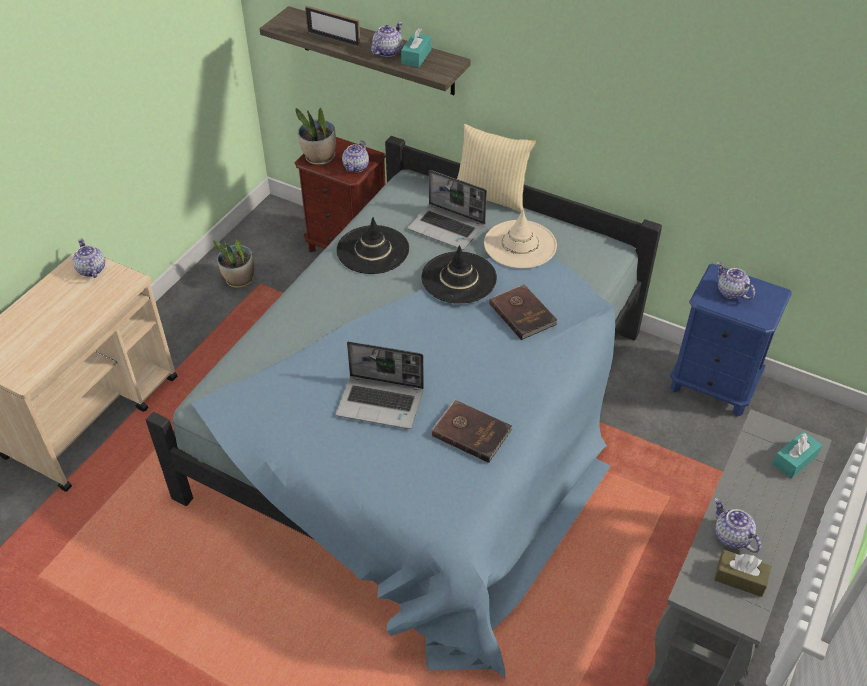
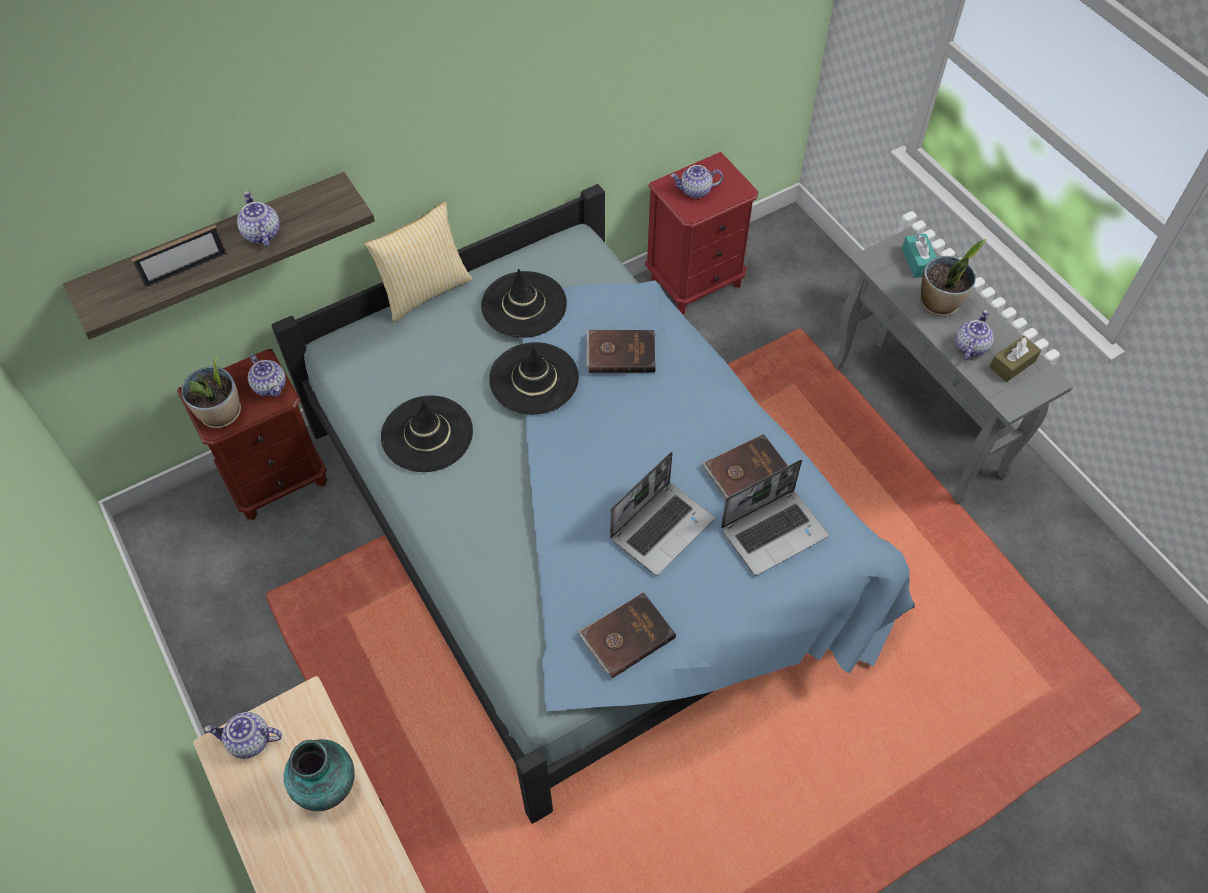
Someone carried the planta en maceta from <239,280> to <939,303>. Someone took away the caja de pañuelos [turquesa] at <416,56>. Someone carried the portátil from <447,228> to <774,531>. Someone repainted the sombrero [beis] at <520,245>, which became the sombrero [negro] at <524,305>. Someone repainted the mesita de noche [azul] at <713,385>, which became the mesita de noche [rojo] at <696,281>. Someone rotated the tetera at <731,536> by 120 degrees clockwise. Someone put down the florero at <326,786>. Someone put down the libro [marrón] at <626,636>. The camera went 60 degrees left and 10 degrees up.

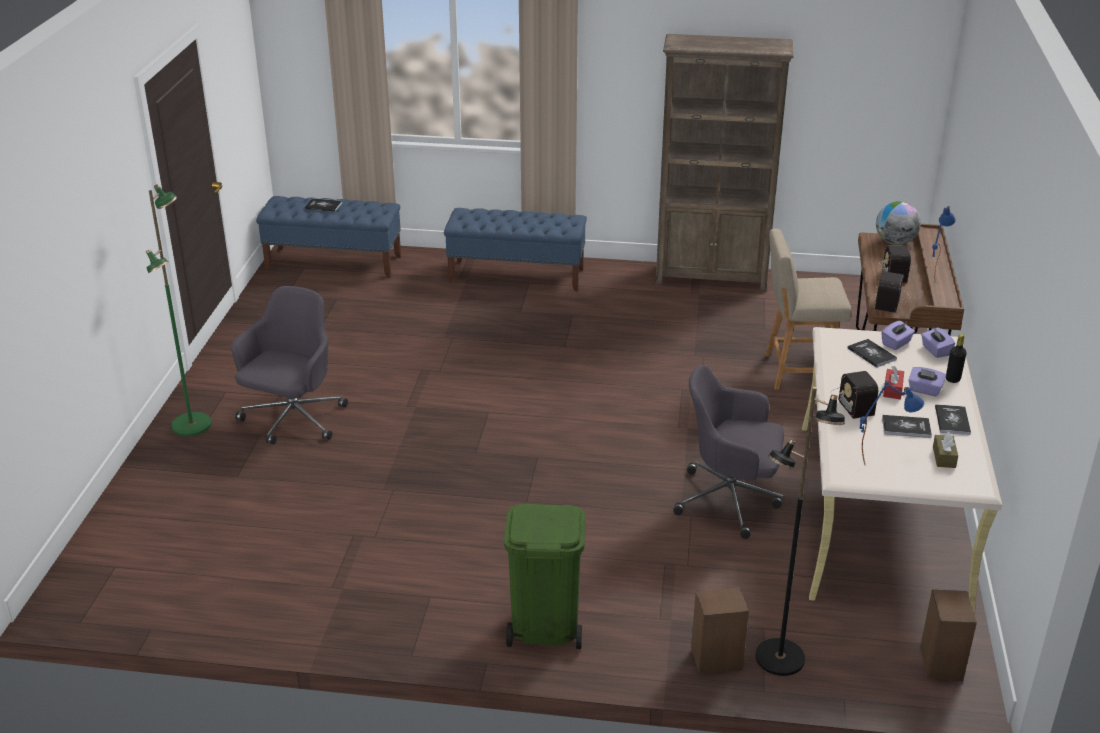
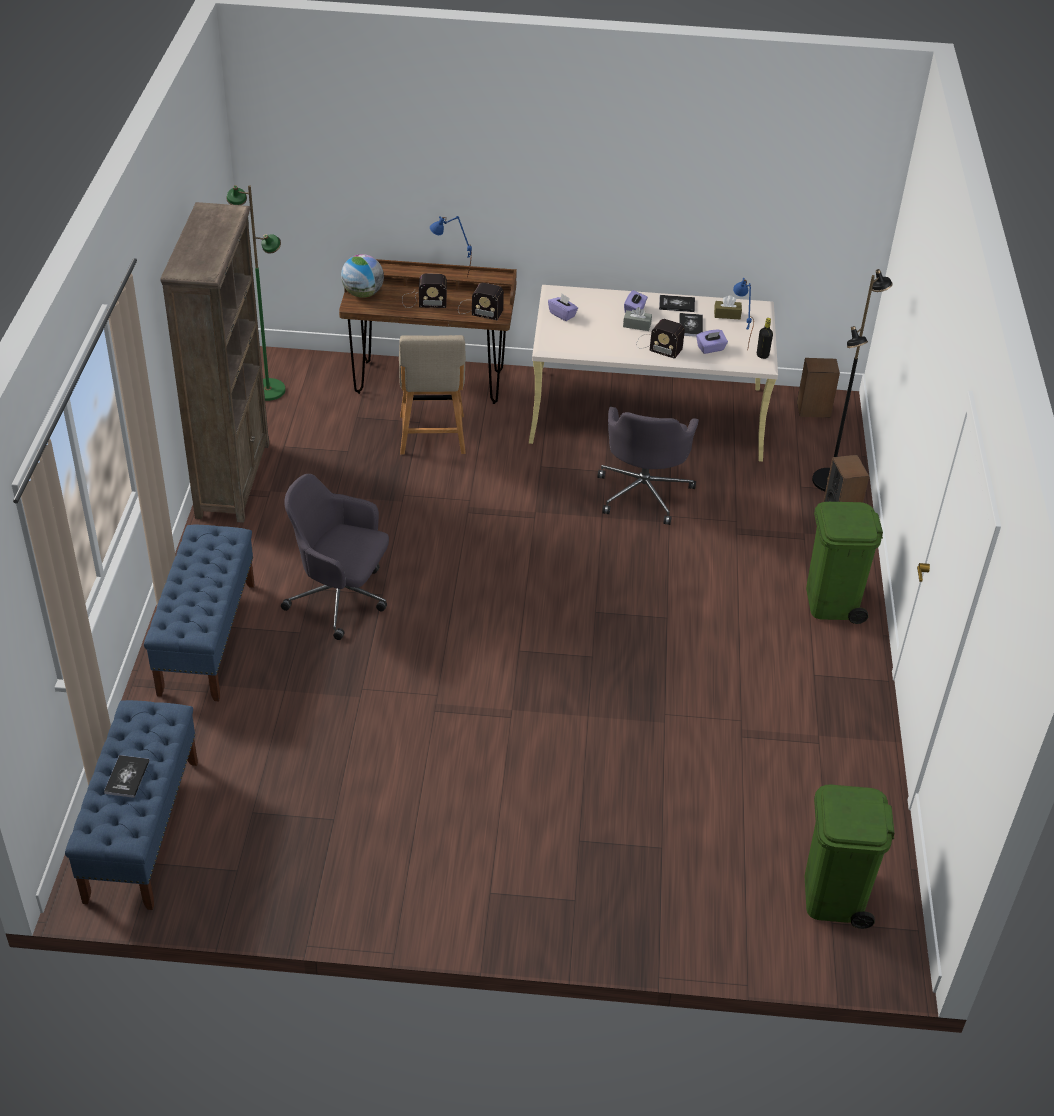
Someone carried the lámpara de pie [verde] from <192,425> to <268,390>. Someone carried the silla de oficina [gris] from <293,420> to <340,599>. Someone rotated the radio at <853,400> by 45 degrees clockwise. Someone took away the libro at <871,354>. Someone repainted the caja de pañuelos [rojo] at <892,389>, which became the caja de pañuelos [gris] at <637,325>. Someone carried the caja de pañuelos [morado] from <935,351> to <710,349>. Someone carried the botella [negro] from <953,379> to <762,355>. Someone put down the papelera [verde] at <833,897>. The camera went 95 degrees left and 10 degrees up.

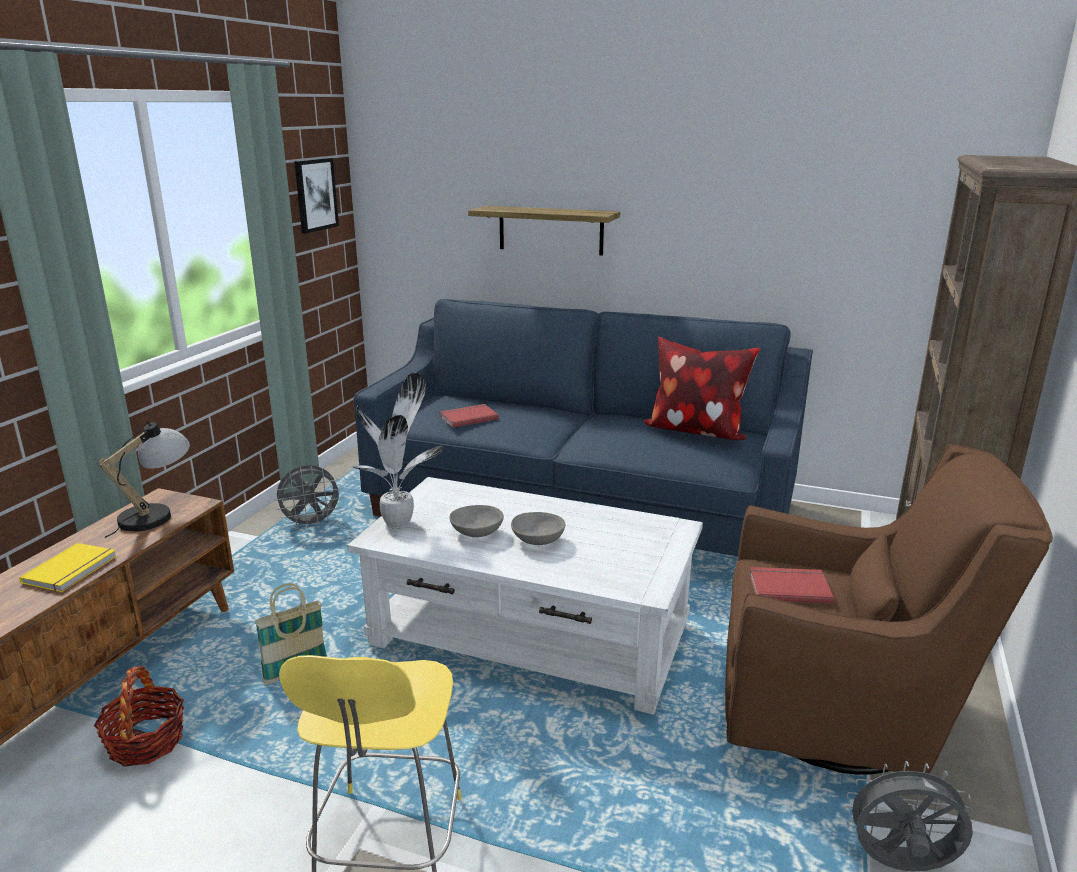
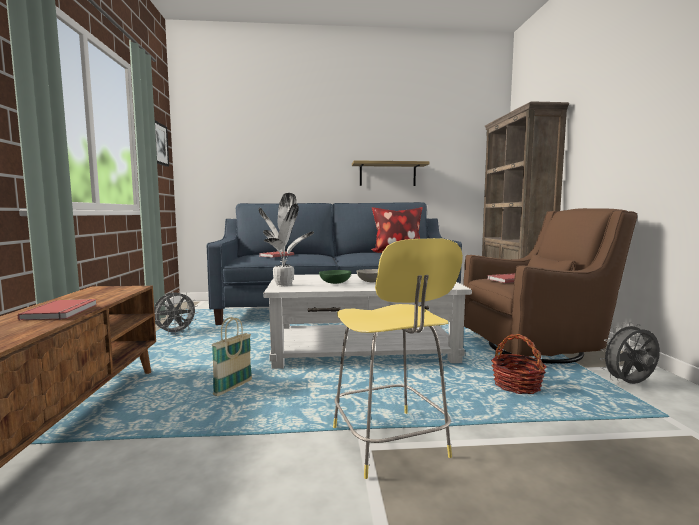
Someone repainted the libro [amarillo] at <72,570>, which became the libro [rojo] at <63,312>. Someone carried the cesta from <146,742> to <516,385>. Someone took away the lámpara de mesa at <157,514>. Someone repainted the cuenco [gris] at <476,533>, which became the cuenco [verde] at <335,283>. Someone carried the estante from <550,230> to <387,174>. The camera went 25 degrees left and 15 degrees down.

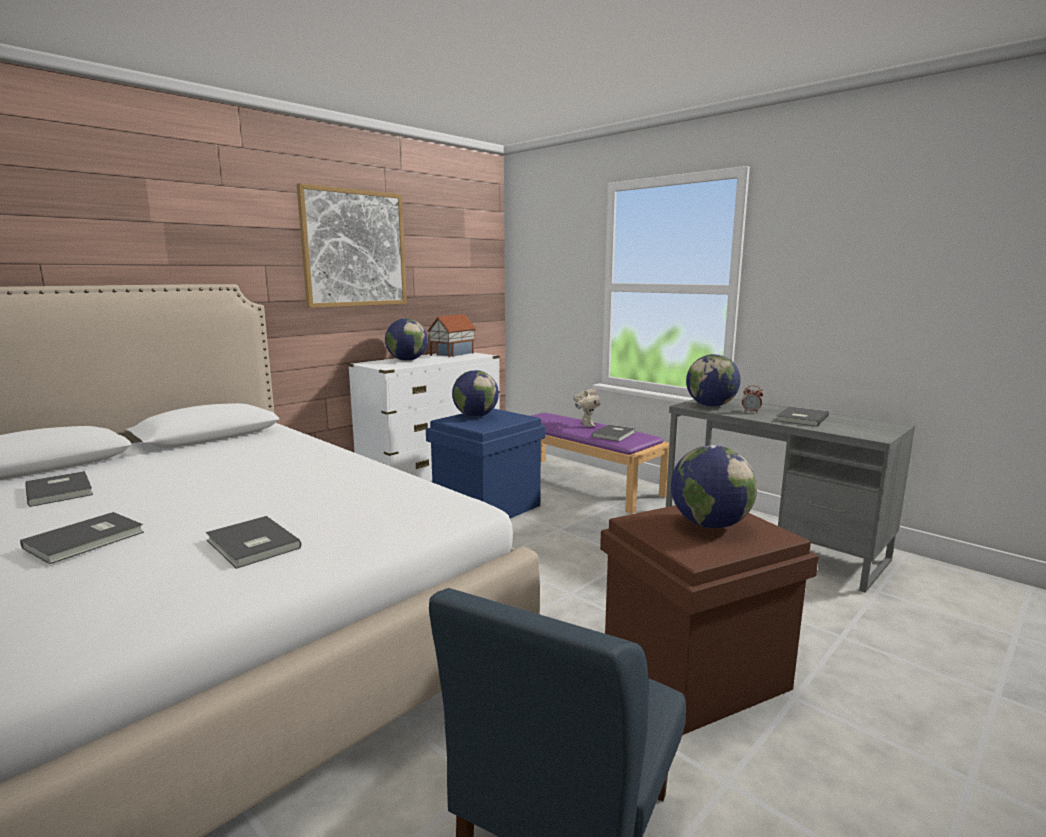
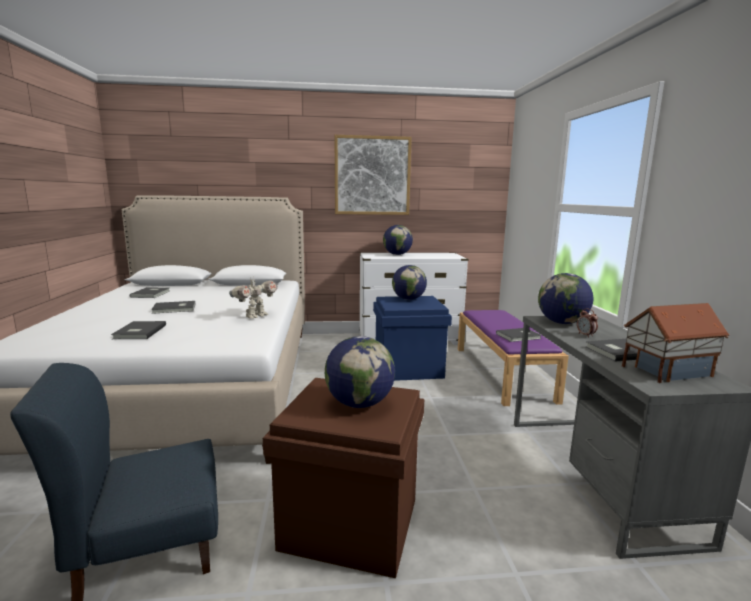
Someone carried the libro [gris] from <87,540> to <175,309>. Someone carried the casita from <451,354> to <665,371>. Someone carried the robot de juguete from <586,425> to <255,316>. The camera went 40 degrees right and 0 degrees up.

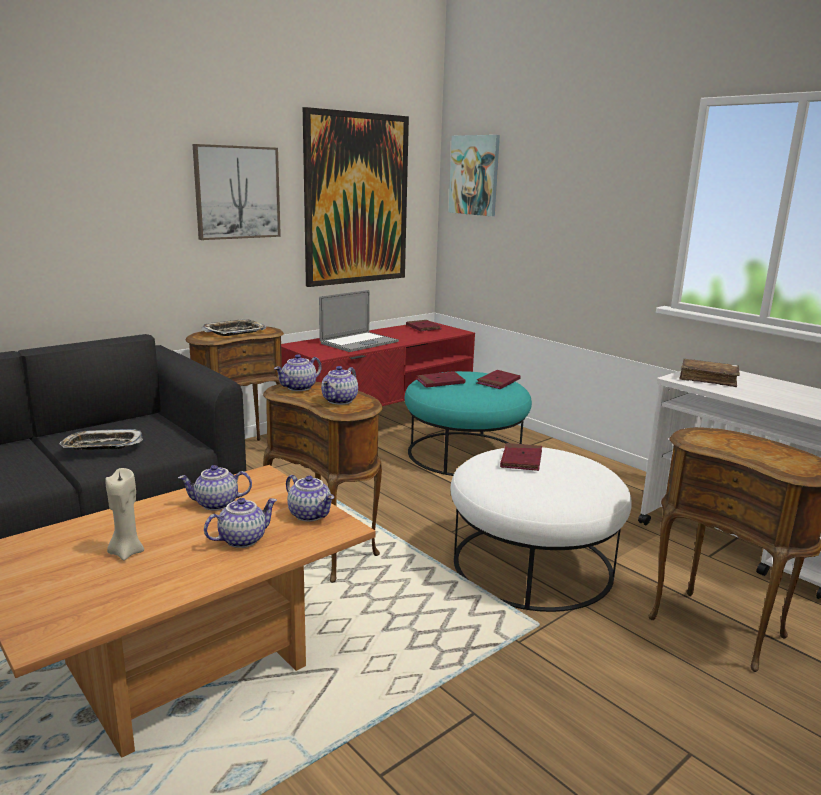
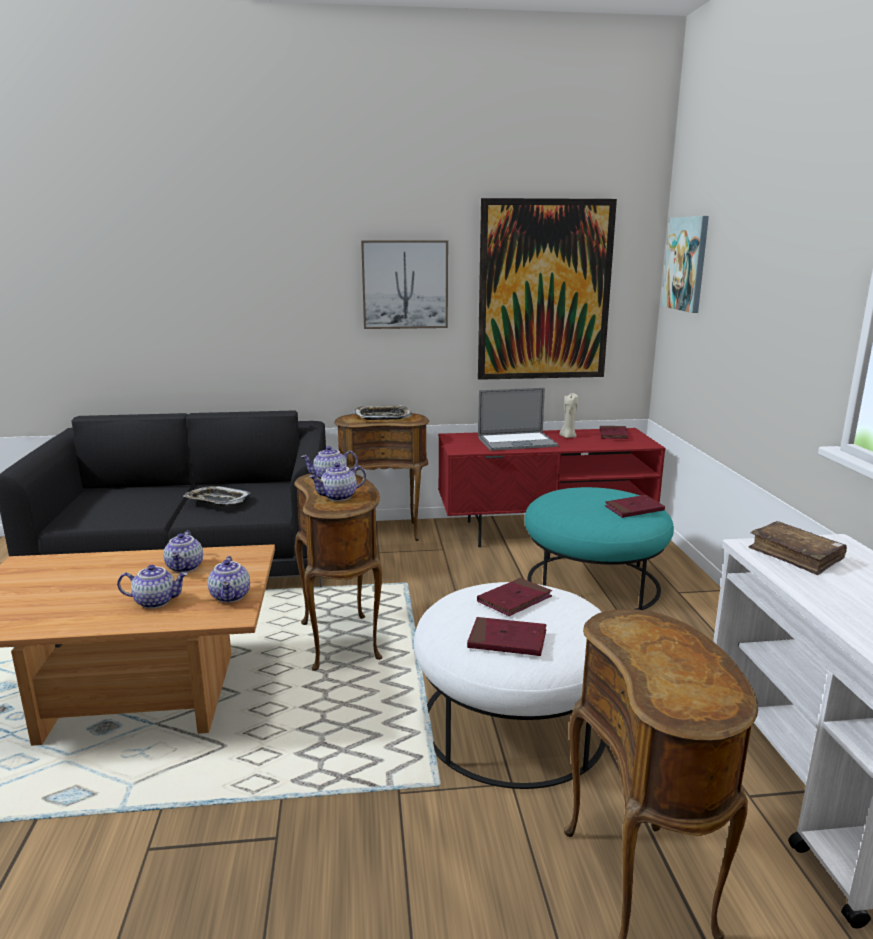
Someone carried the vela [beis] from <126,552> to <568,436>. Someone rotated the tetera at <216,504> by 120 degrees counterclockwise. Someone carried the libro [rojo] from <440,382> to <507,640>. The camera went 35 degrees right and 0 degrees up.

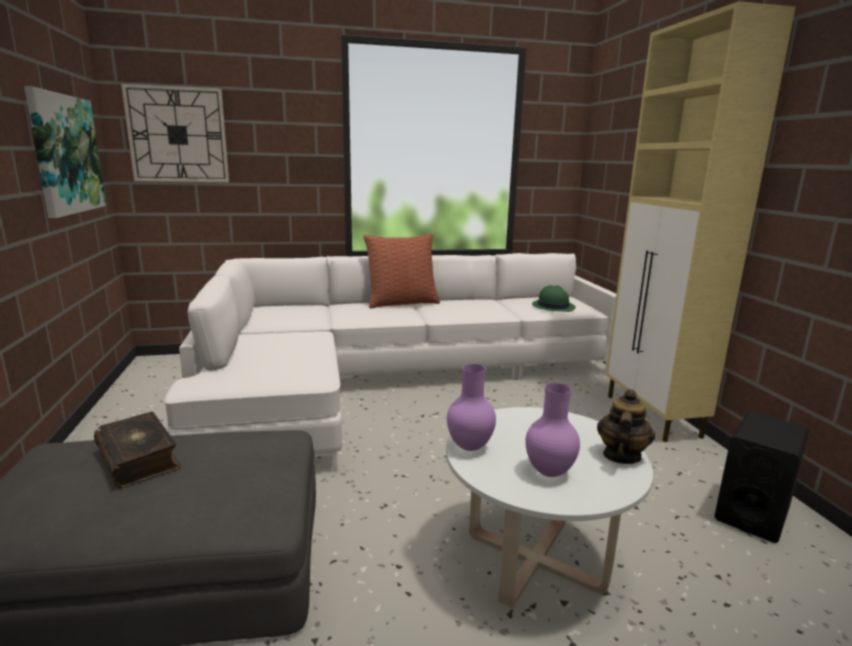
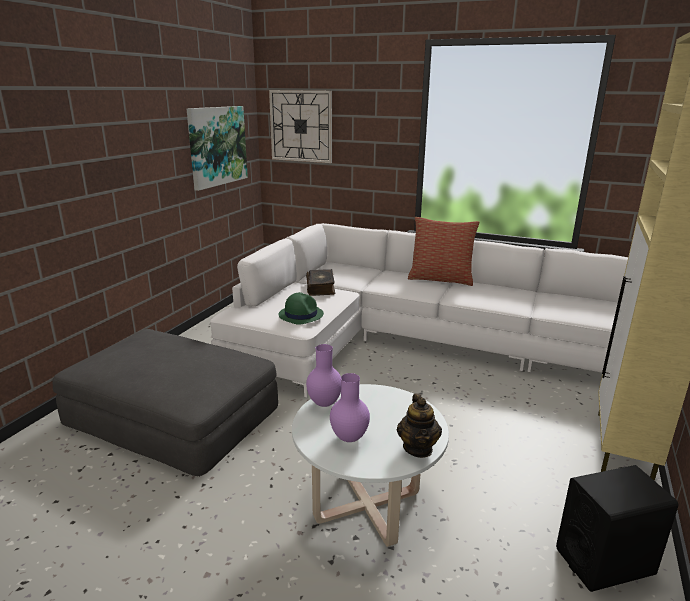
Someone carried the libro from <139,458> to <321,287>. Someone carried the sombrero [verde] from <553,306> to <301,315>. Someone rotated the tetera at <621,455> by 120 degrees clockwise. The camera went 35 degrees right and 5 degrees up.

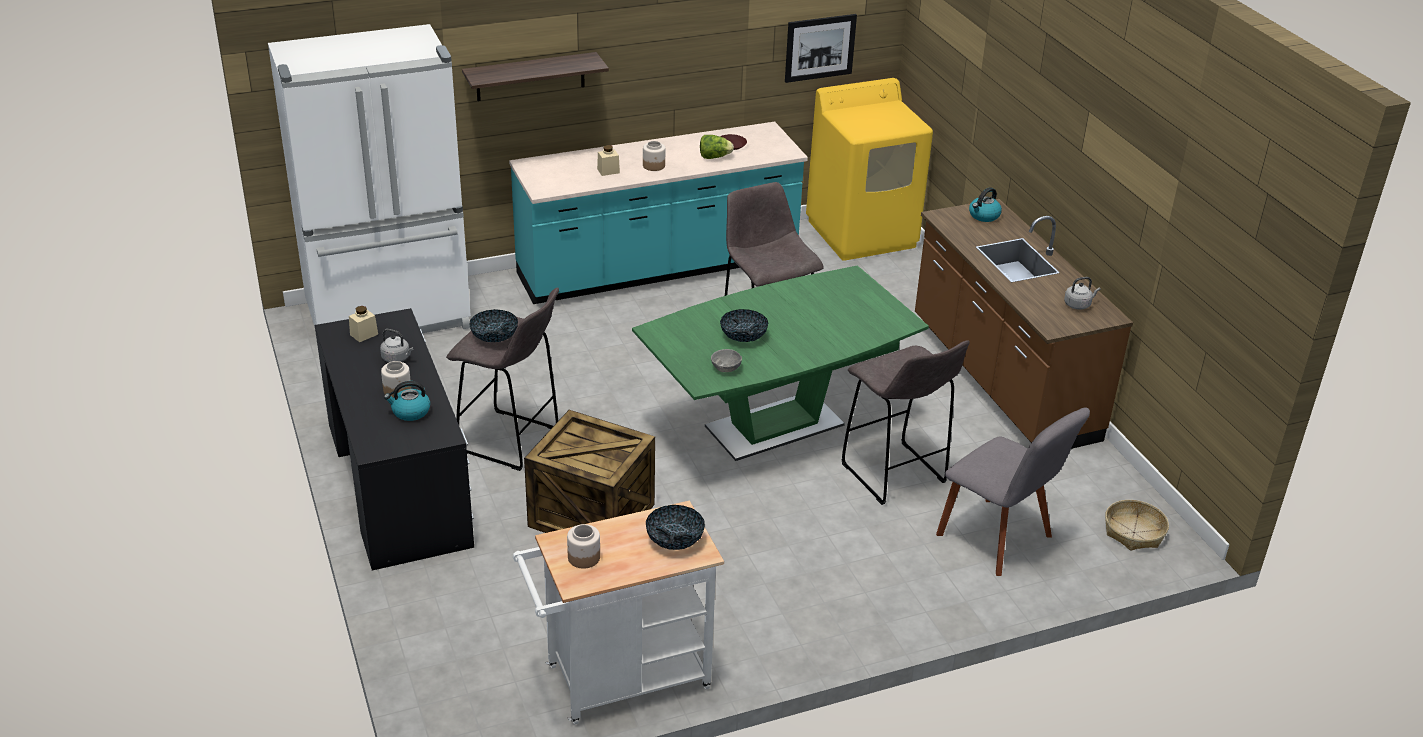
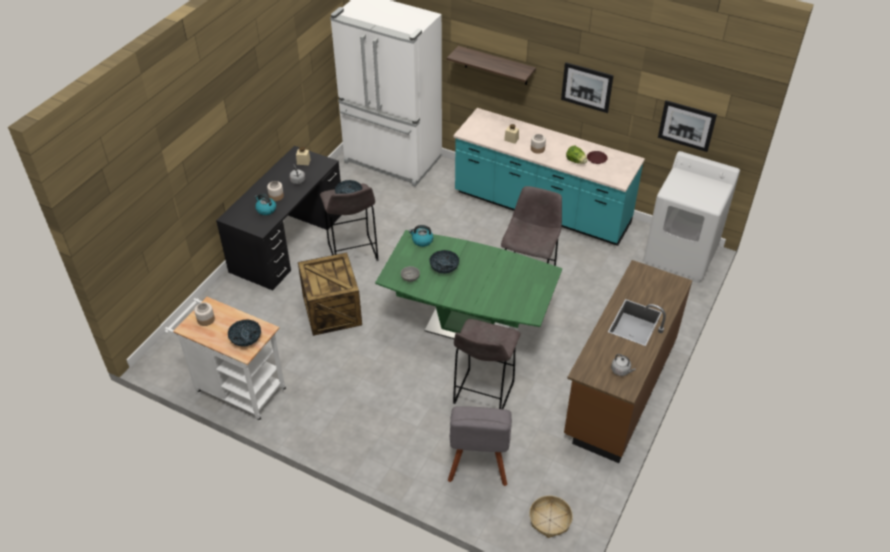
Someone repainted the lavadora [amarillo] at <862,233>, which became the lavadora [blanco] at <680,256>. Someone carried the hervidor from <984,216> to <422,241>. Someone put up the cuadro at <586,87>. The camera went 50 degrees right and 10 degrees up.

